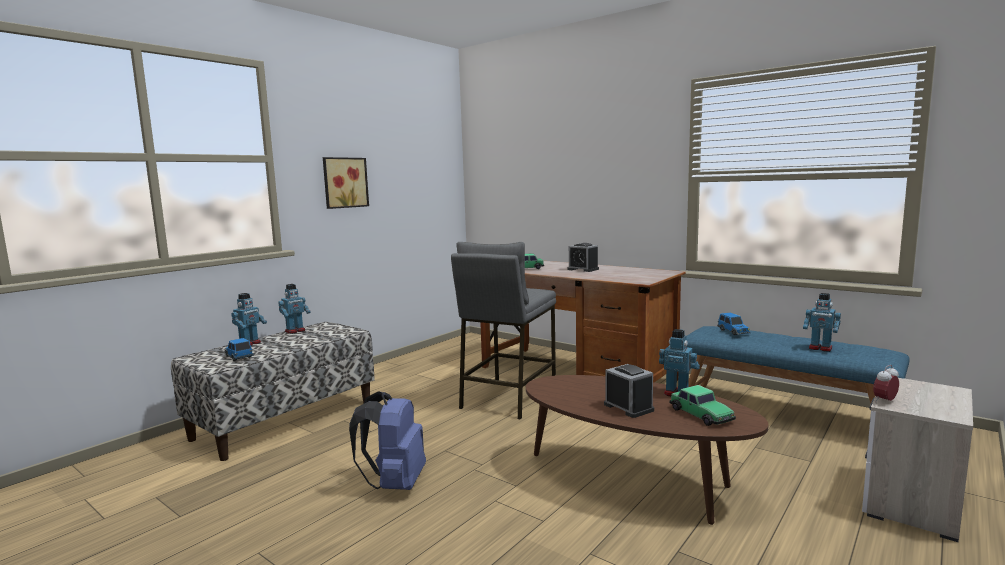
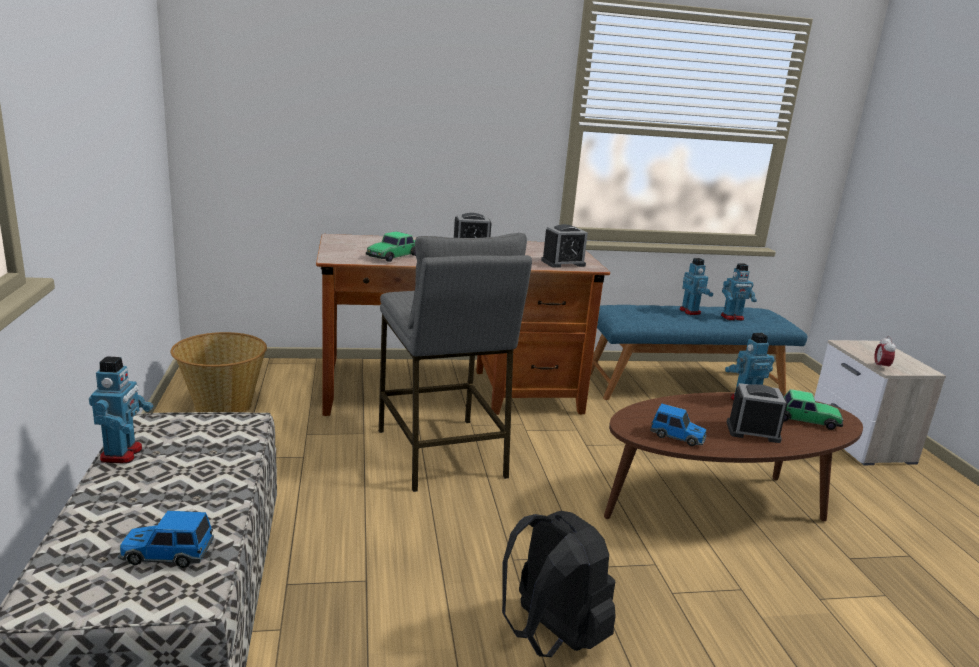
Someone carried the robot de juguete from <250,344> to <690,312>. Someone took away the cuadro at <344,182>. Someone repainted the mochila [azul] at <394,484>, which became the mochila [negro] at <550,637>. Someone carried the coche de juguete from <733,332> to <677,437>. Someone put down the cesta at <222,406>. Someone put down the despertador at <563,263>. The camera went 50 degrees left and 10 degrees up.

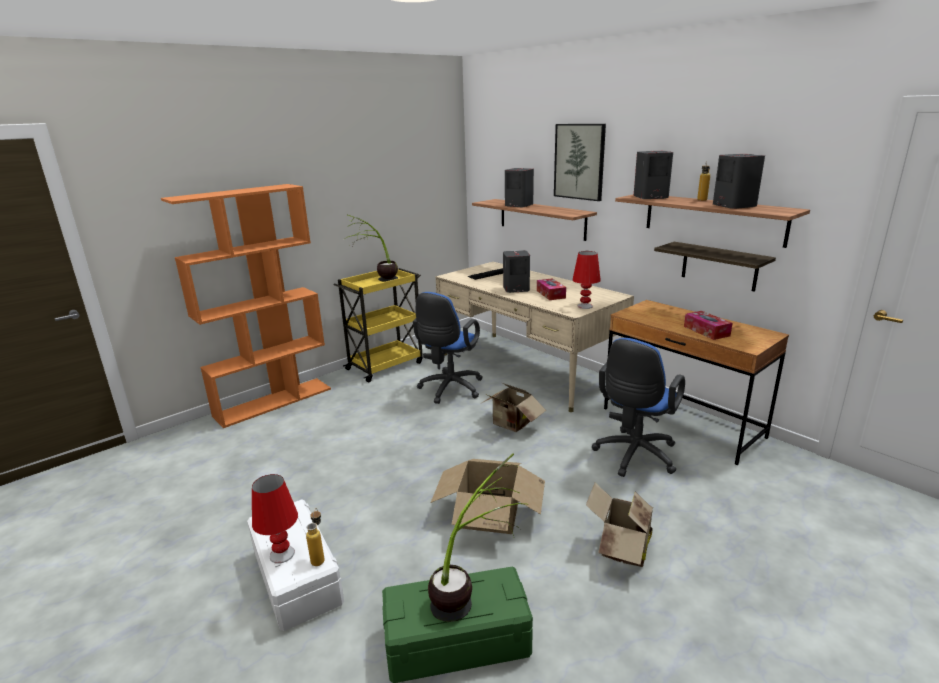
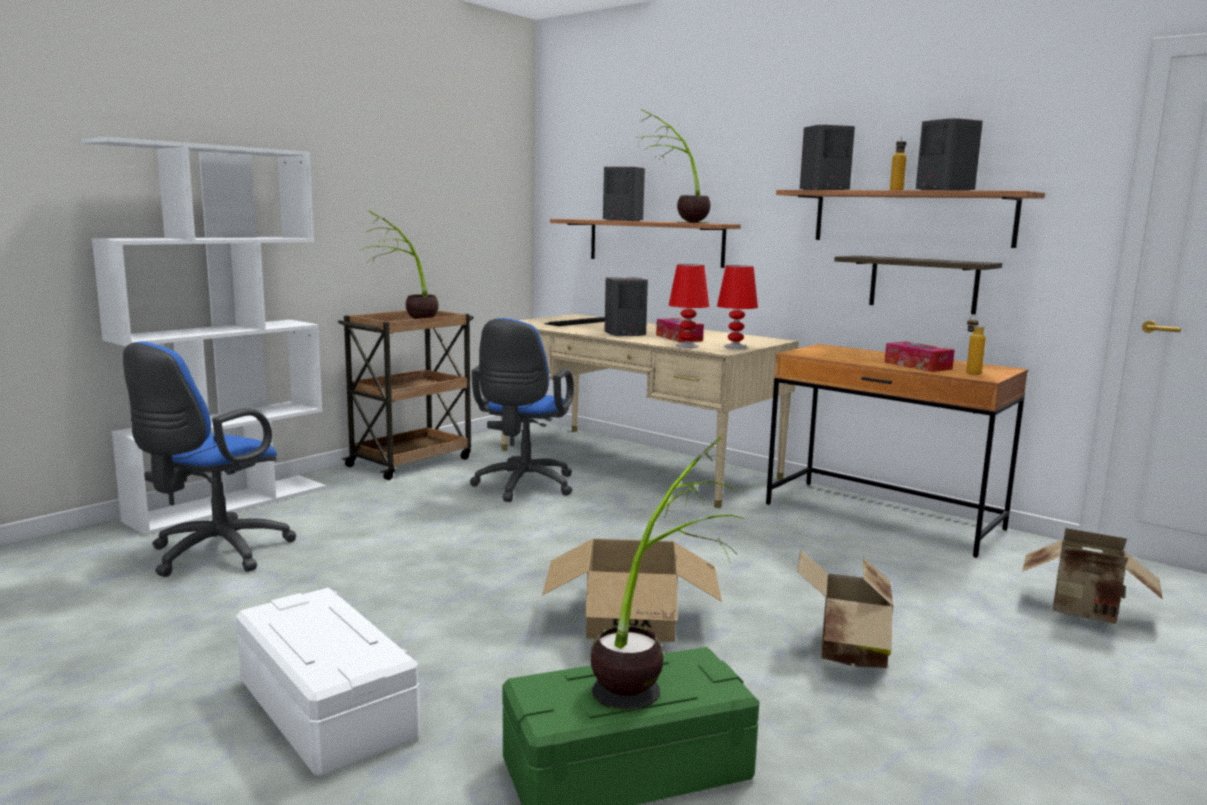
Someone repainted the estantería [naranja] at <274,401>, which became the estantería [blanco] at <230,503>. Someone carried the lámpara de mesa [rojo] from <282,554> to <687,346>. Someone carried the botella from <319,557> to <970,372>. Someone repainted the carrito [amarillo] at <386,365>, which became the carrito [marrón] at <411,462>. Someone carried the caja de cartón from <511,425> to <1086,612>. Someone took away the cuadro at <579,161>. Someone carried the silla de oficina [azul] from <633,457> to <213,554>. Someone put down the planta en maceta at <675,222>. The camera went 10 degrees left and 10 degrees down.

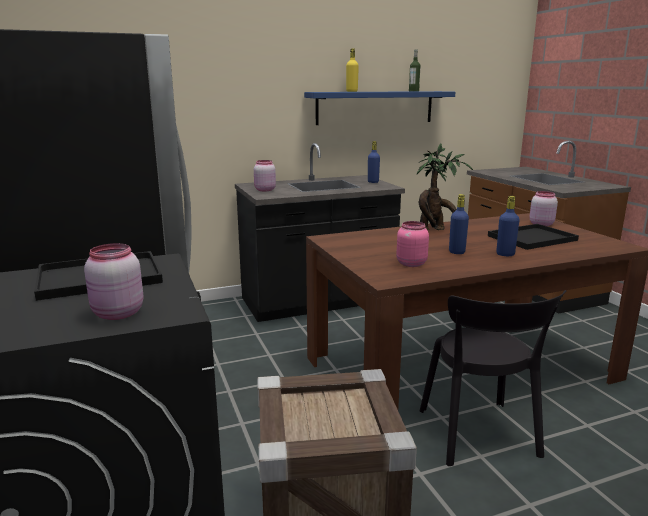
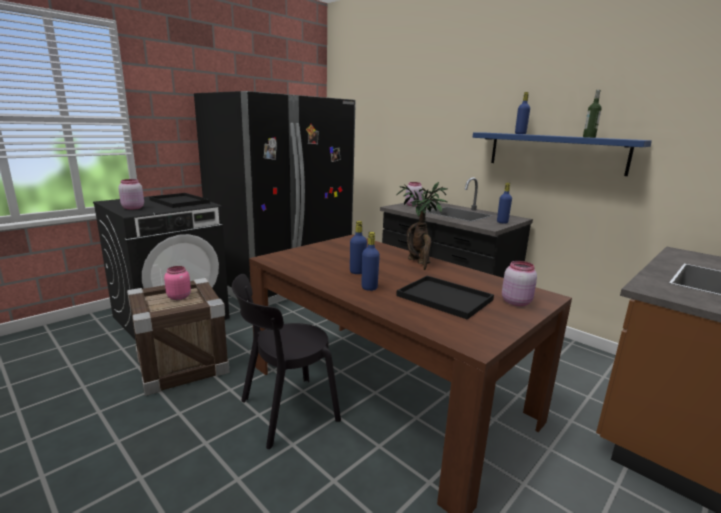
Someone repainted the botella [amarillo] at <352,91>, which became the botella [azul] at <520,134>. Someone carried the tarro [rosa] from <410,264> to <179,297>. The camera went 65 degrees right and 0 degrees up.

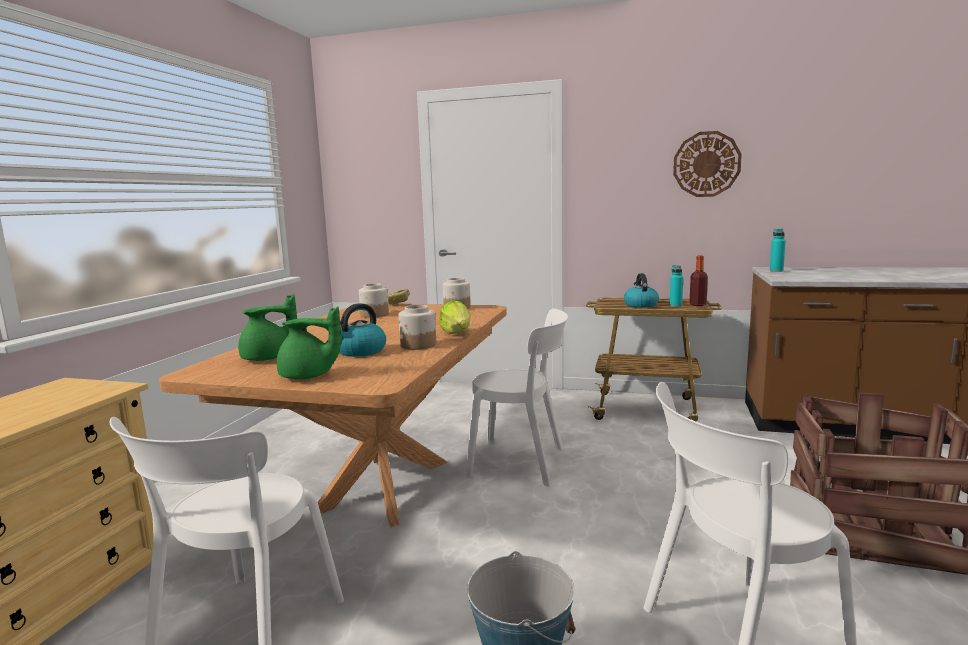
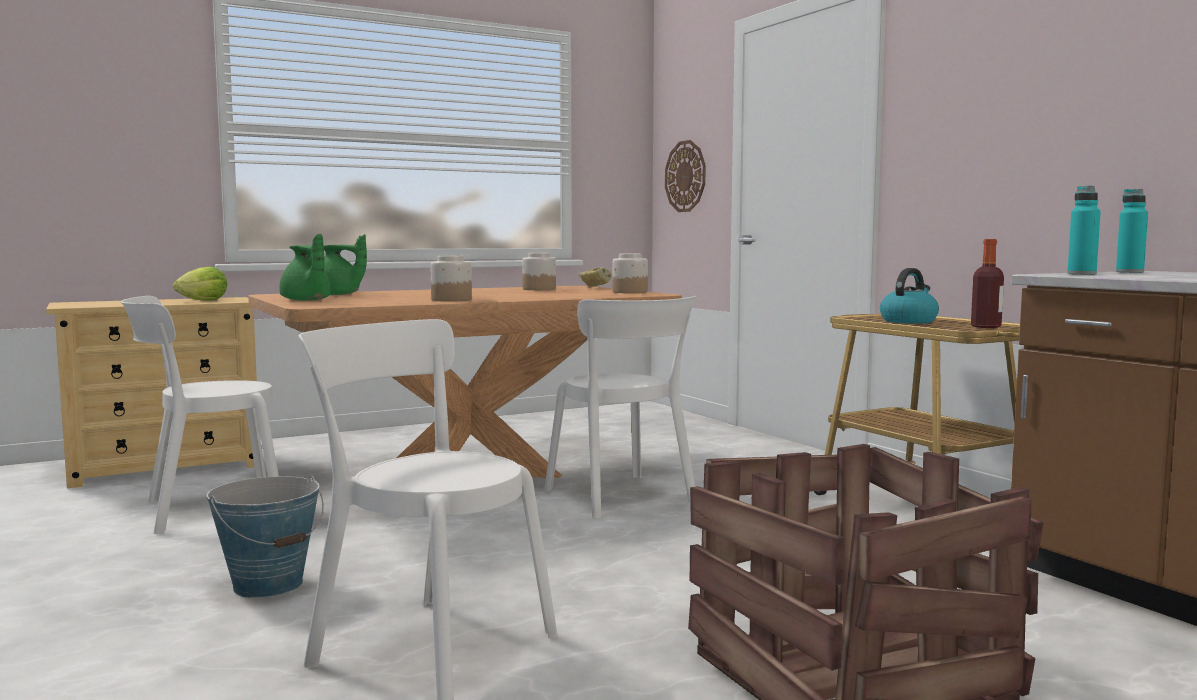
Someone took away the hervidor at <360,351>. Someone carried the lechuga from <457,334> to <203,301>. Someone carried the botella [turquesa] from <675,305> to <1081,274>. Someone carried the reloj de pared from <706,164> to <685,176>. The camera went 45 degrees right and 5 degrees down.

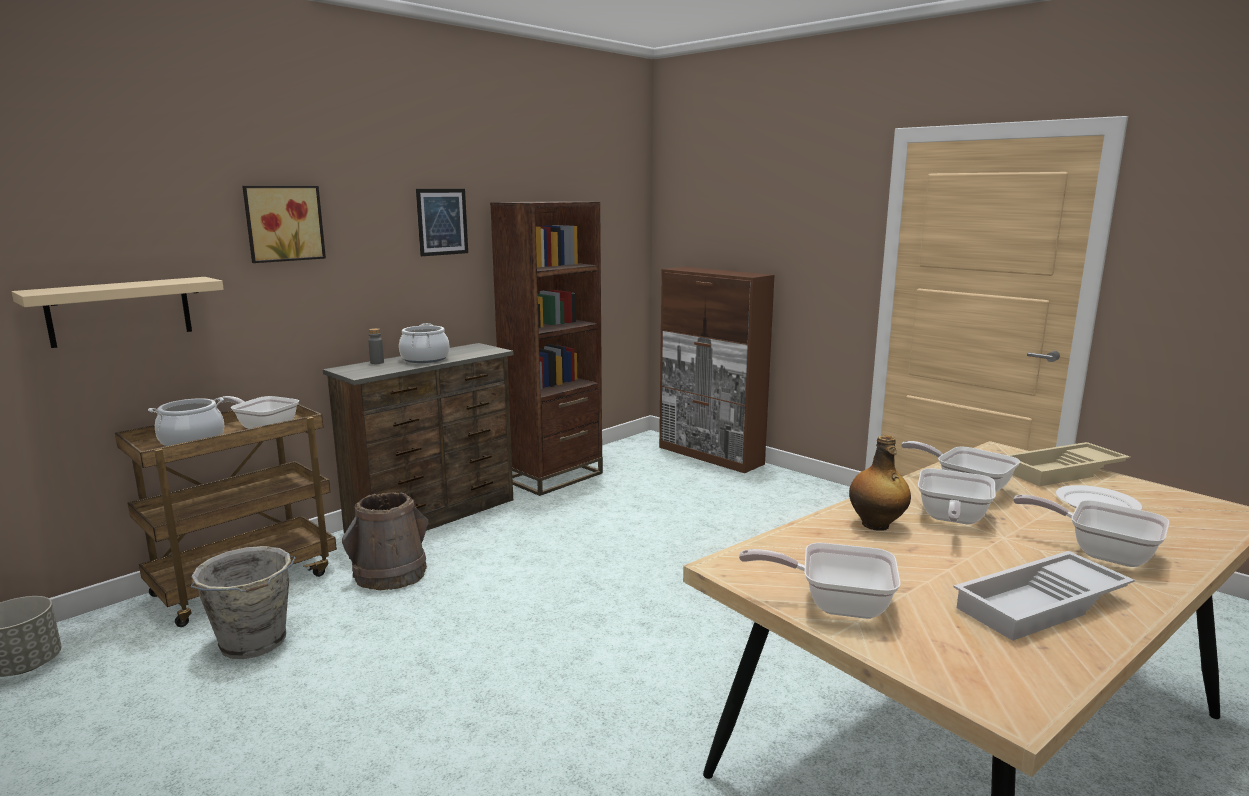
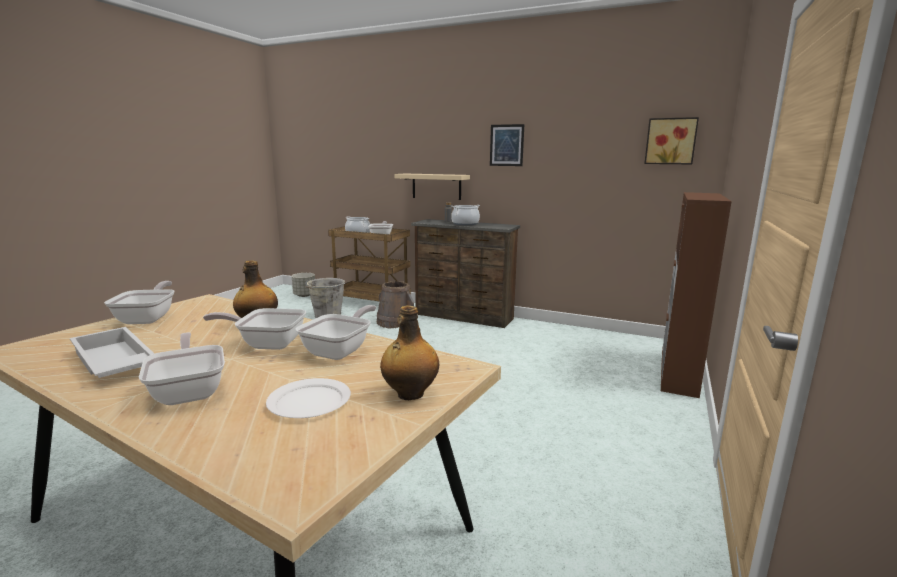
Someone carried the estante [beis] from <120,311> to <436,186>. Someone carried the cuadro from <283,223> to <670,141>. Someone took away the estantería [marrón] at <553,477>. Someone swapped the bandeja [beis] at <1064,472> for the botella at <409,394>. Someone rotated the sartén at <1101,552> by 45 degrees counterclockwise. The camera went 70 degrees right and 0 degrees up.

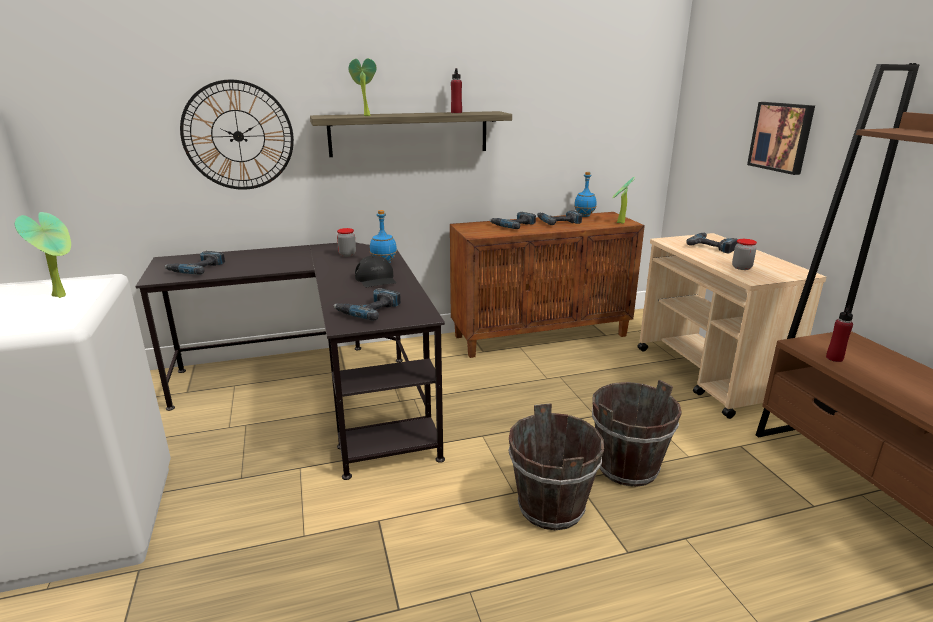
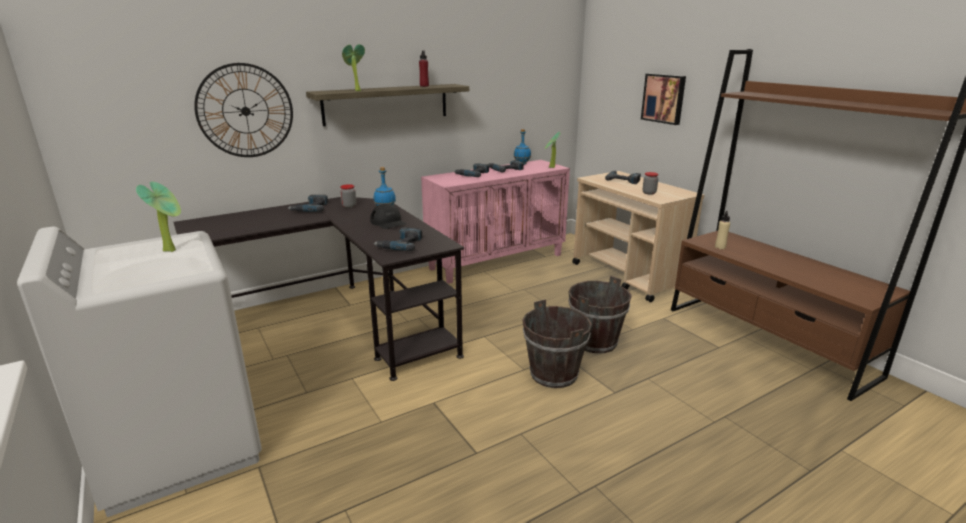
Someone carried the taladro from <197,268> to <310,208>. Someone repainted the armario [marrón] at <541,335>, which became the armario [rosa] at <497,261>. Someone repainted the botella [rojo] at <834,358>, which became the botella [beis] at <720,247>. The camera went 15 degrees left and 0 degrees up.

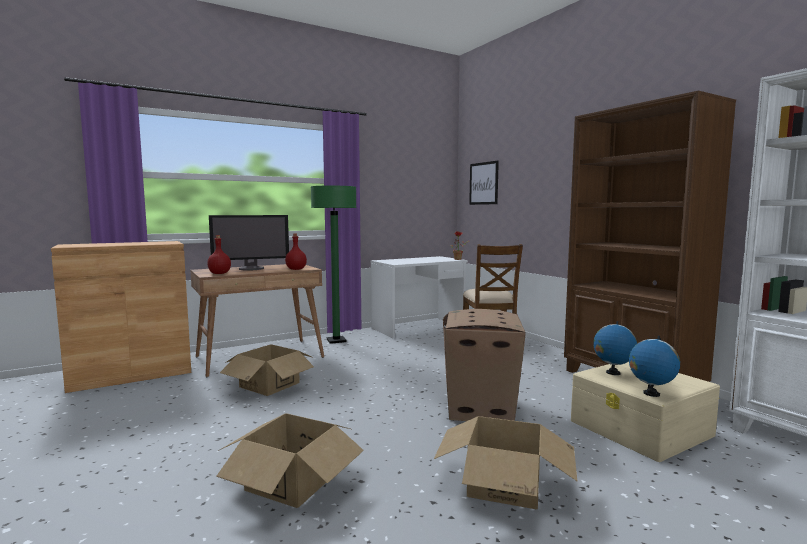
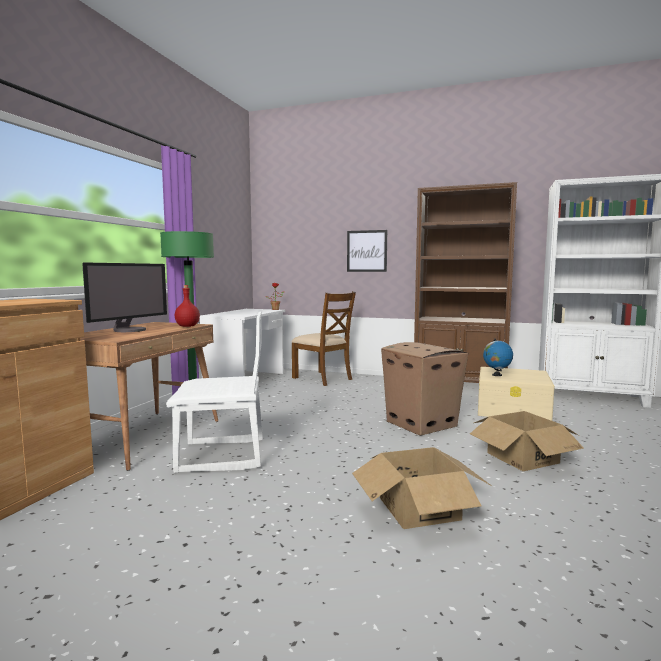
Someone took away the botella [rojo] at <220,273>. Someone swapped the caja de cartón at <269,385> for the silla [blanco] at <221,456>. Someone carried the cuadro from <483,183> to <367,251>. Someone took away the globo terráqueo at <651,394>. The camera went 40 degrees left and 0 degrees up.

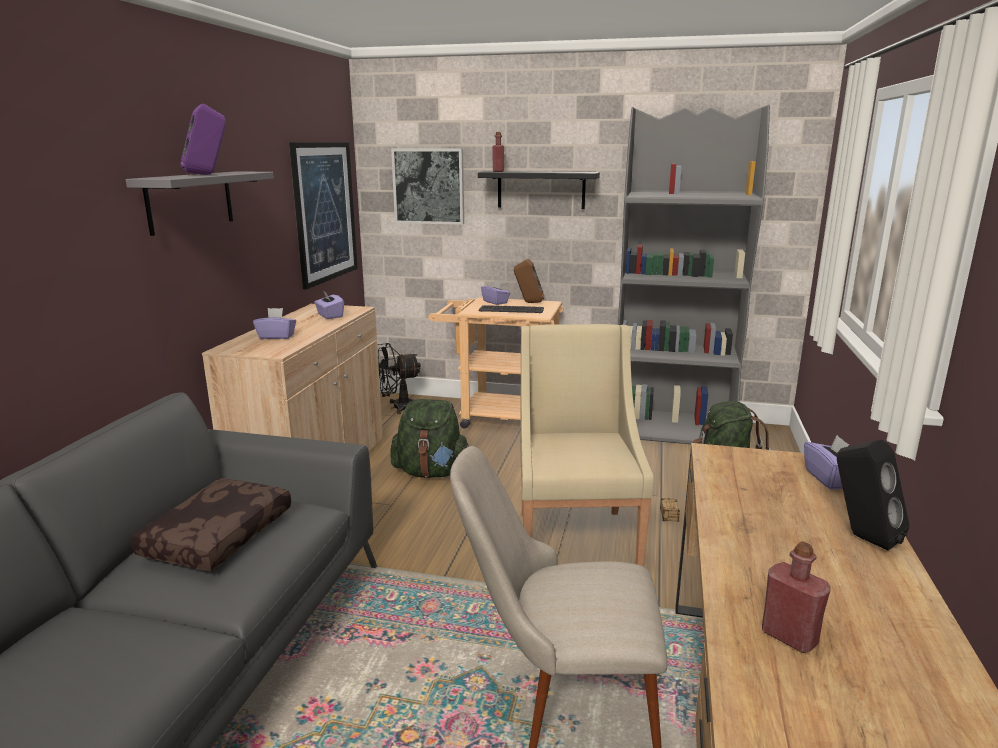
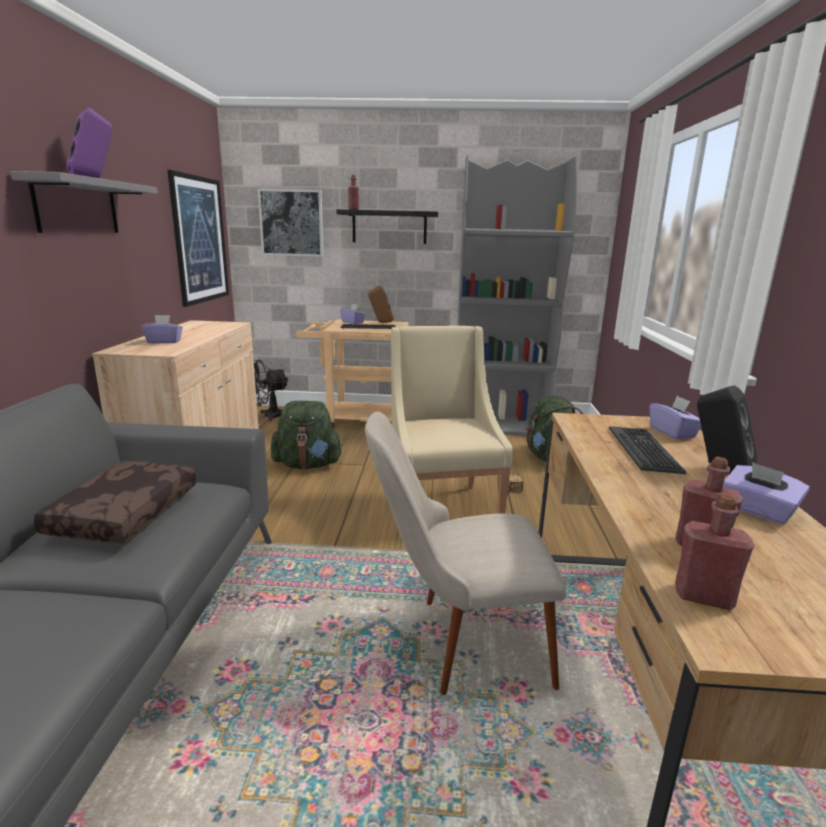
Someone carried the caja de pañuelos [morado] from <329,316> to <758,511>. Someone put down the teclado at <644,449>. Someone put down the botella [rojo] at <703,596>. The camera went 10 degrees left and 0 degrees up.

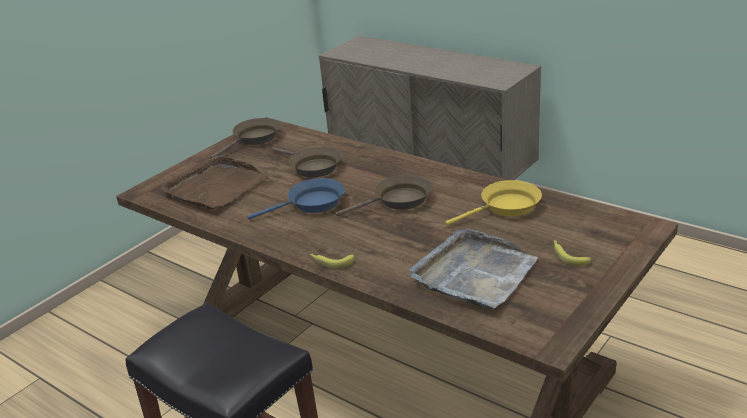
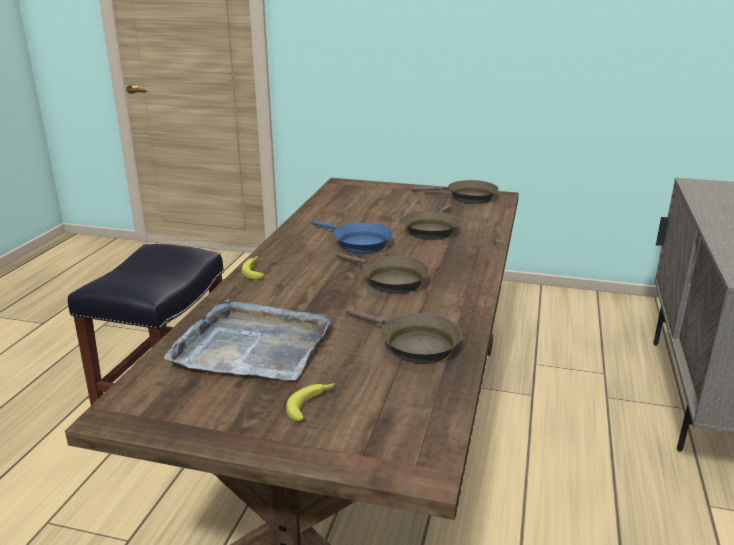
Someone took away the bandeja [marrón] at <215,187>. Someone repainted the sartén [amarillo] at <506,207>, which became the sartén [marrón] at <413,345>. The camera went 65 degrees right and 5 degrees down.

